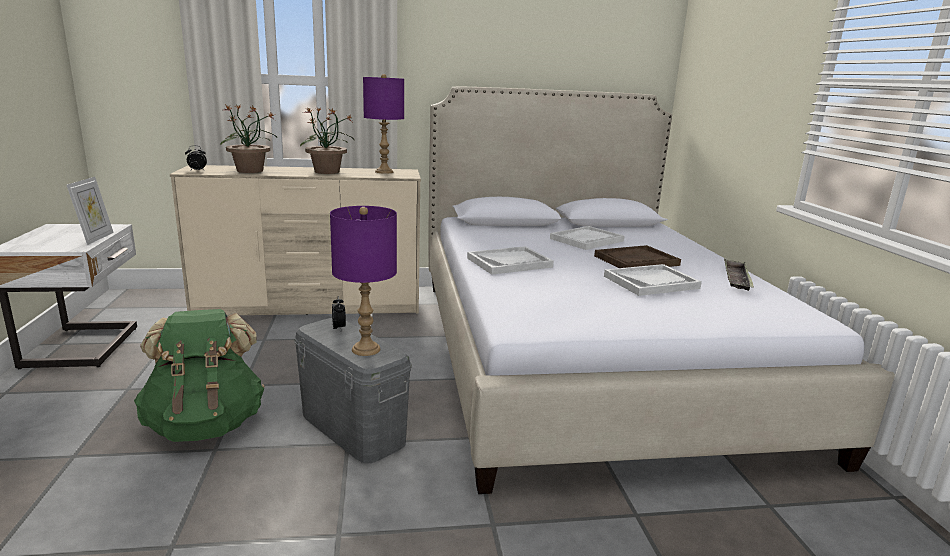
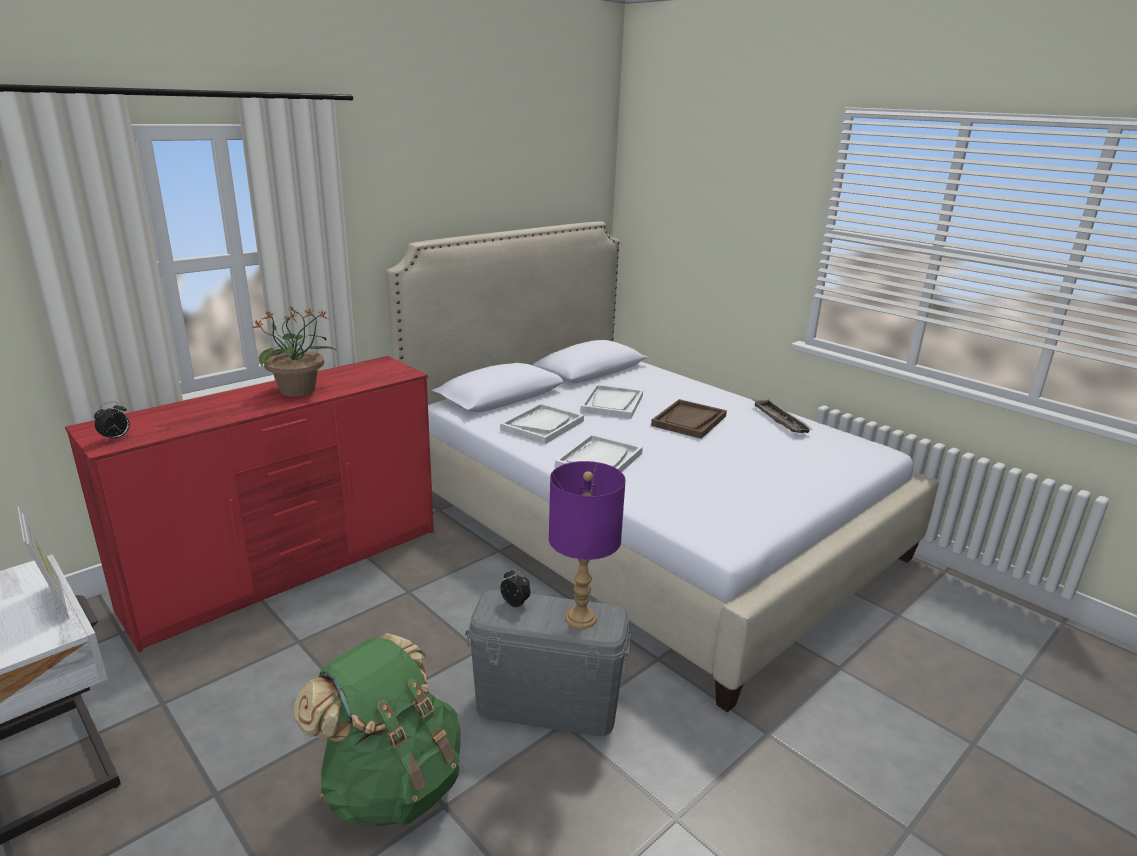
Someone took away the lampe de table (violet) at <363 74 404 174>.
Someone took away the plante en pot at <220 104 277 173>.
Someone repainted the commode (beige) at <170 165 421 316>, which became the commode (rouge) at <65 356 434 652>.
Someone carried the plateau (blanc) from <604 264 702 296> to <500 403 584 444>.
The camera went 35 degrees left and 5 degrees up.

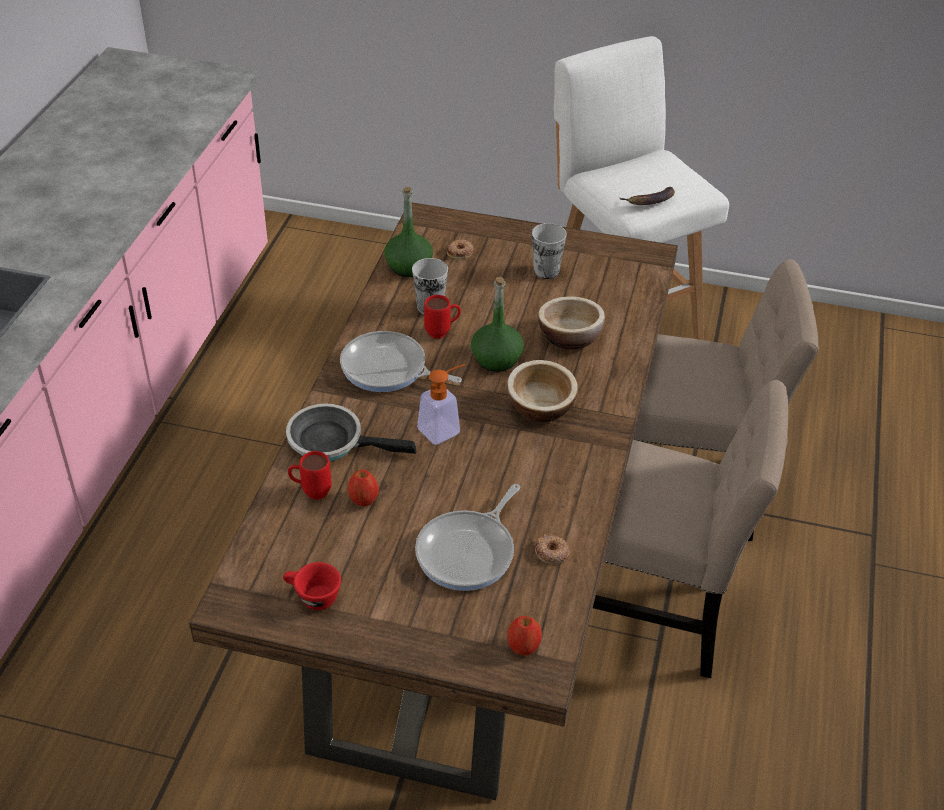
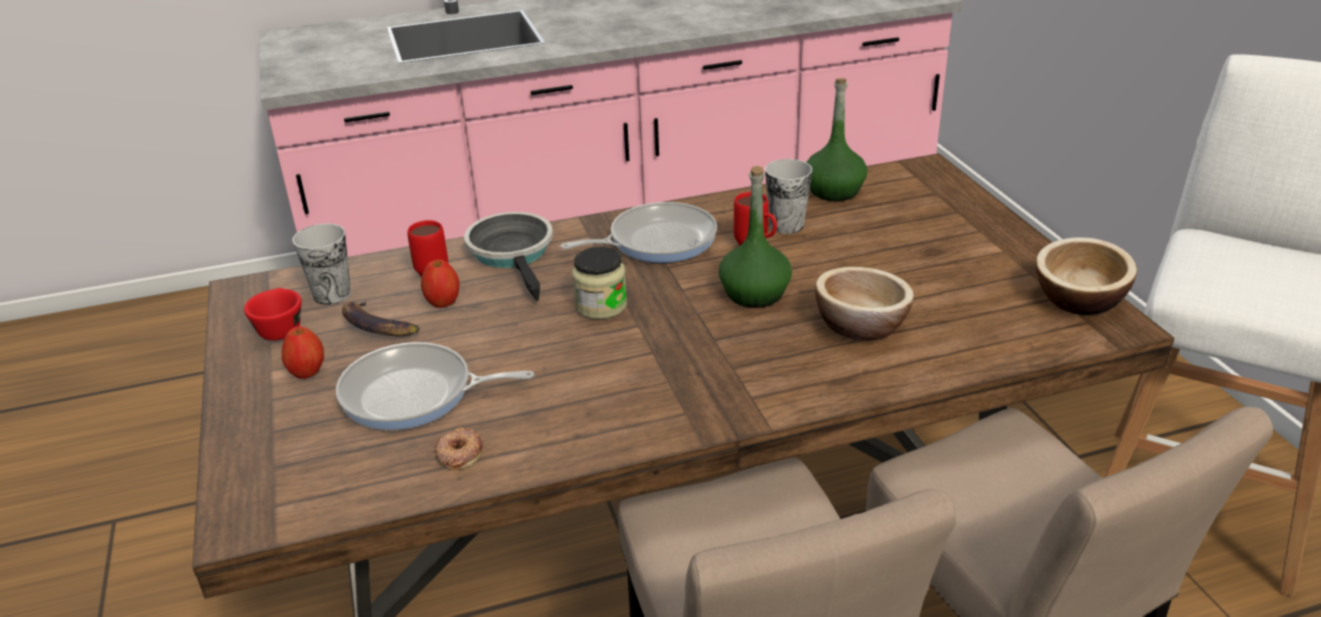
Someone carried the banane from <620 187 675 205> to <342 300 420 337>.
Someone carried the tasse from <532 223 567 279> to <292 224 351 305>.
Someone took away the beignet at <447 240 473 259>.
Someone rotated the poêle at <340 331 462 392> by 75 degrees clockwise.
Someone carried the bol from <507 360 578 422> to <1036 237 1137 315>.
Someone swapped the distributeur de savon at <417 364 466 445> for the bocal at <572 247 627 319>.
Someone carried the pomme from <507 616 542 656> to <282 326 324 379>.
The camera went 60 degrees right and 10 degrees down.

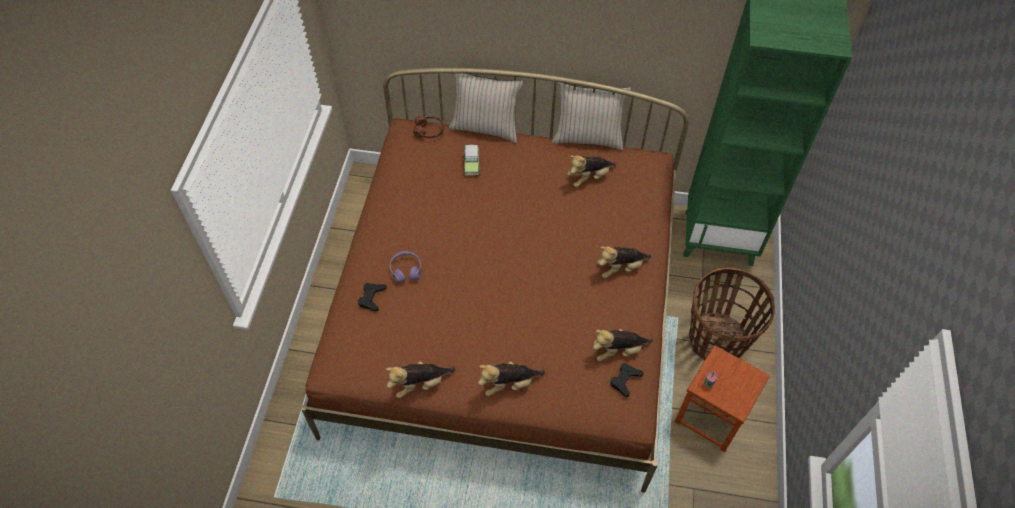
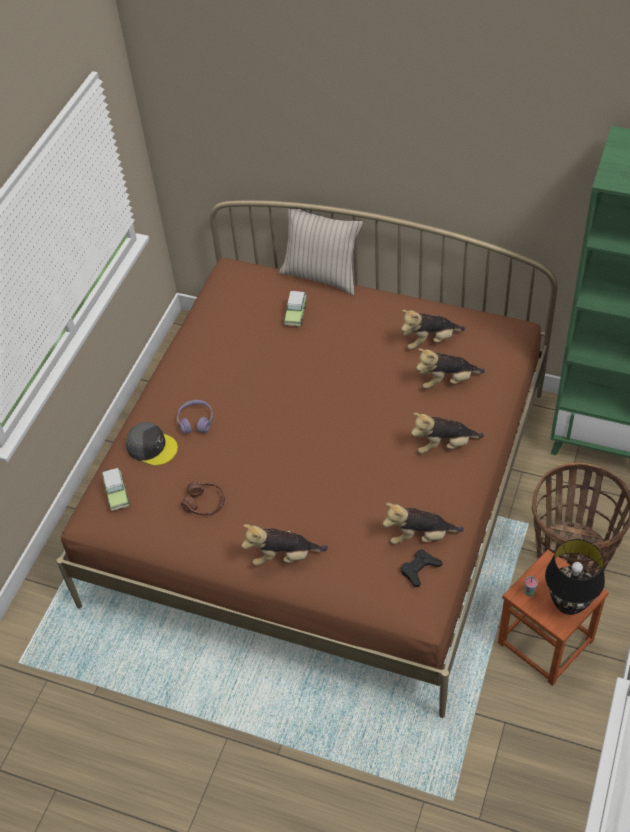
Someone took away the coussin (beige) at <552 82 631 150>.
Someone carried the casque audio (marron) from <413 115 444 138> to <181 481 225 515>.
Someone swapped the manette (noir) at <358 283 387 312> for the casquette (gris) at <126 422 178 465>.
Someone carried the peluche from <386 362 455 398> to <416 348 485 389>.
Someone put down the petite voiture at <102 468 129 511>.
Someone put down the lampe de table (noir) at <545 539 605 615>.
The camera went 15 degrees right and 5 degrees down.

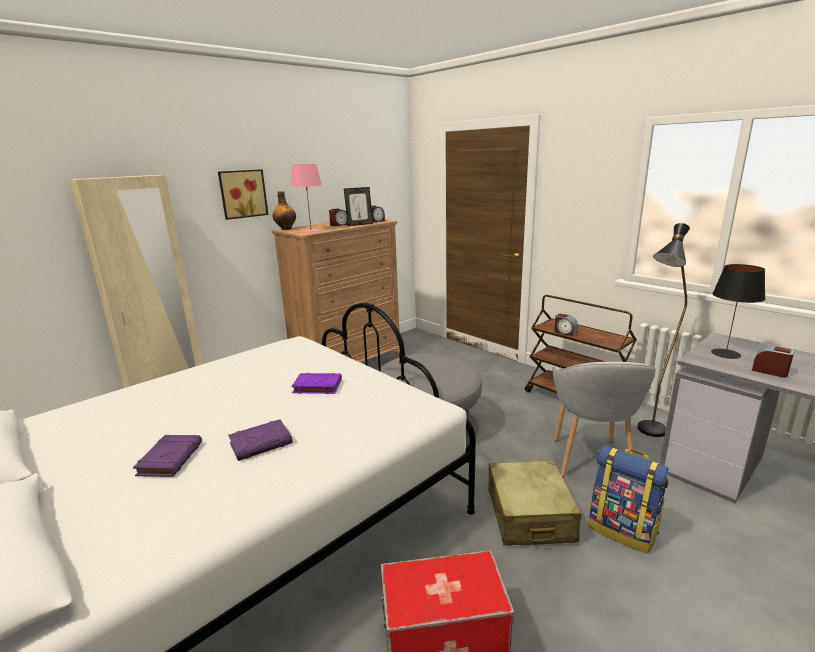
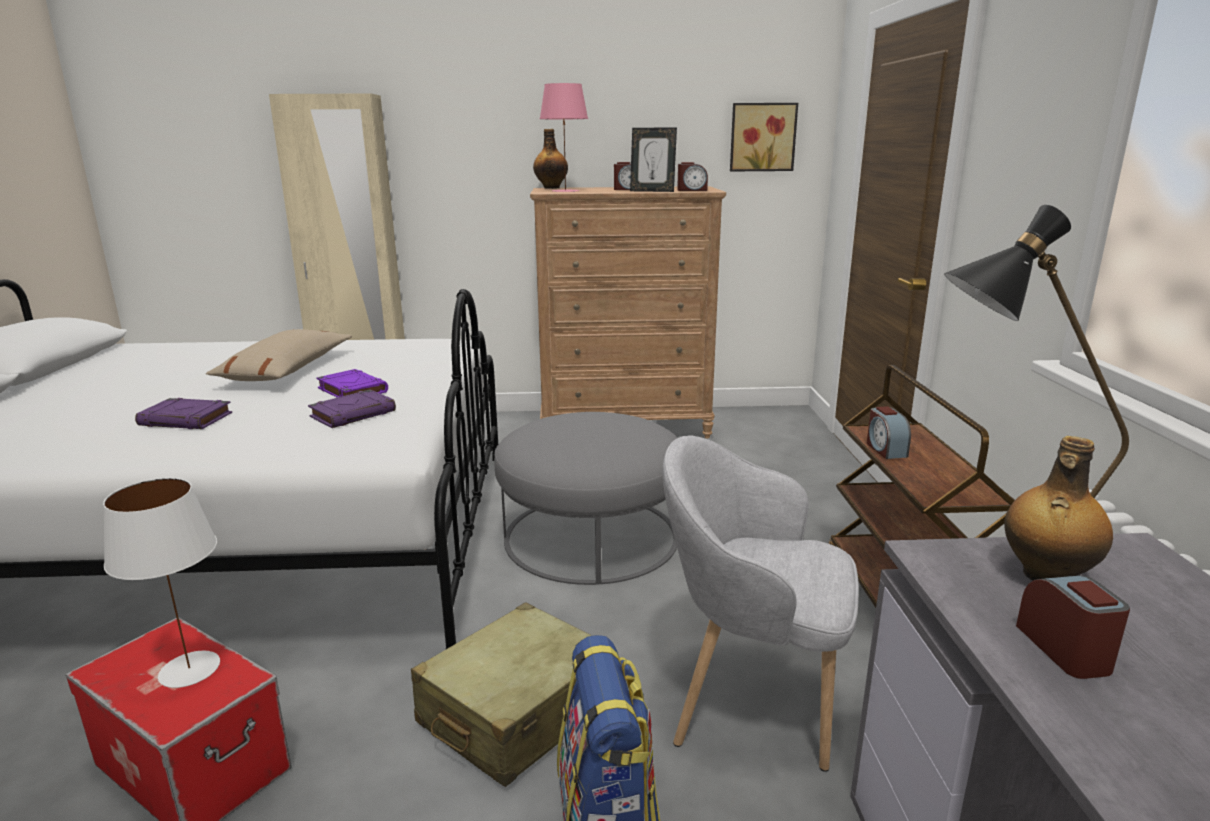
Someone carried the tableau from <218 169 268 220> to <730 103 798 171>.
Someone swapped the lampe de table (noir) at <711 264 765 359> for the bouteille at <1004 436 1113 581>.
Someone rotated the fauteuil (gris) at <552 362 656 477> by 60 degrees clockwise.
Someone carried the livre (violet) from <133 435 202 477> to <308 390 396 428>.
Someone put down the coussin (beige) at <206 329 352 381>.
Someone put down the lampe de table (blanc) at <103 478 220 688>.
The camera went 40 degrees right and 0 degrees up.

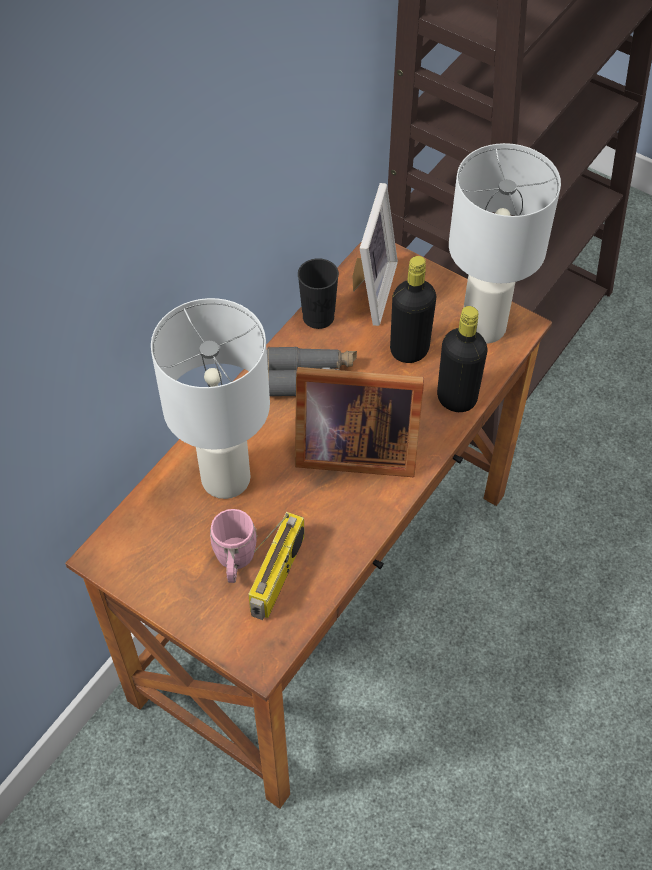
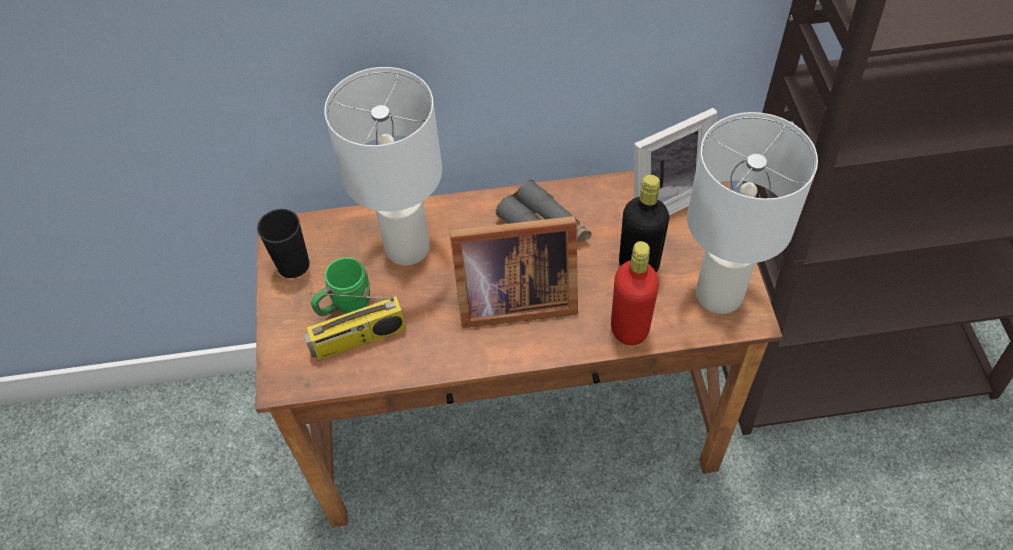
Someone carried the tasse (noir) from <298 258 339 329> to <257 209 310 278>.
Someone repainted the bouteille (noir) at <437 306 487 412>, which became the bouteille (rouge) at <611 241 659 345>.
Someone rotated the cadre photo at <295 367 424 477> by 60 degrees counterclockwise.
Someone repainted the mug (rose) at <210 509 258 583>, which became the mug (vert) at <311 257 370 316>.
The camera went 50 degrees right and 0 degrees up.

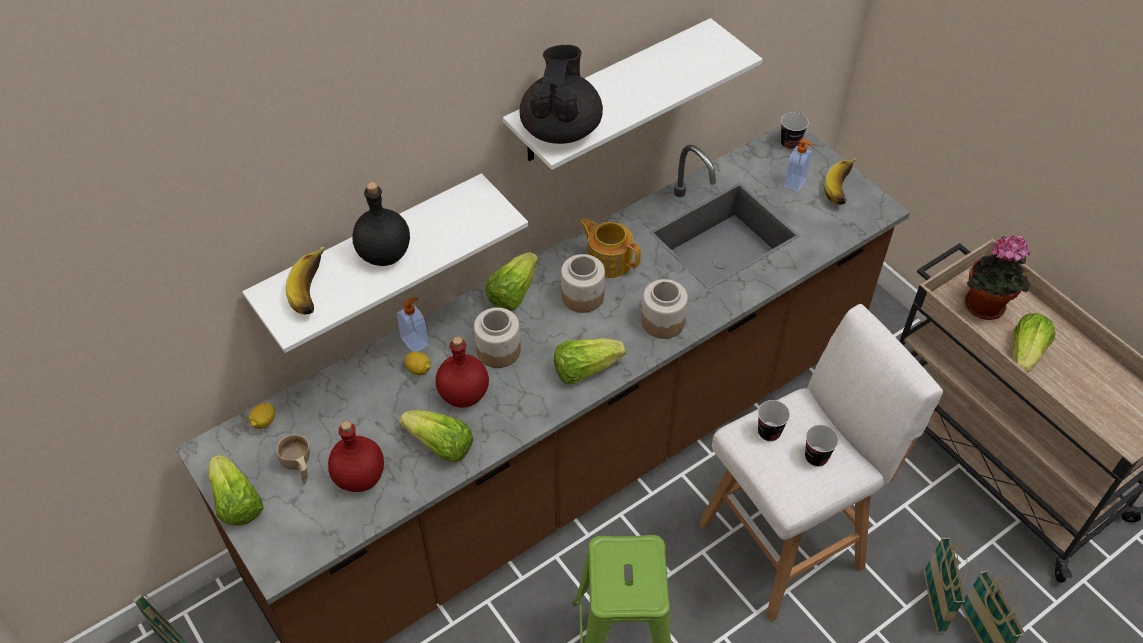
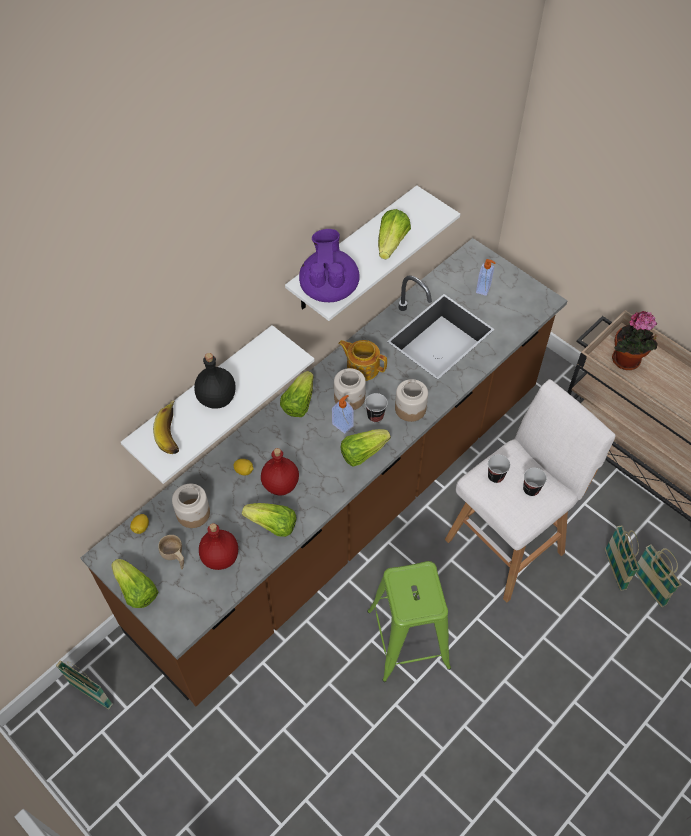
Someone repainted the théière (noir) at <520 45 603 144>, which became the théière (violet) at <299 229 360 302>.
Someone carried the tasse from <781 112 809 150> to <365 393 388 423>.
Someone took away the banane at <824 158 857 205>.
Someone carried the distributeur de savon from <397 297 429 352> to <332 395 354 434>.
Someone carried the bocal from <474 308 521 368> to <172 483 210 528>.
Someone carried the laitue from <1012 314 1055 373> to <378 209 411 259>.
The camera went 10 degrees left and 5 degrees up.

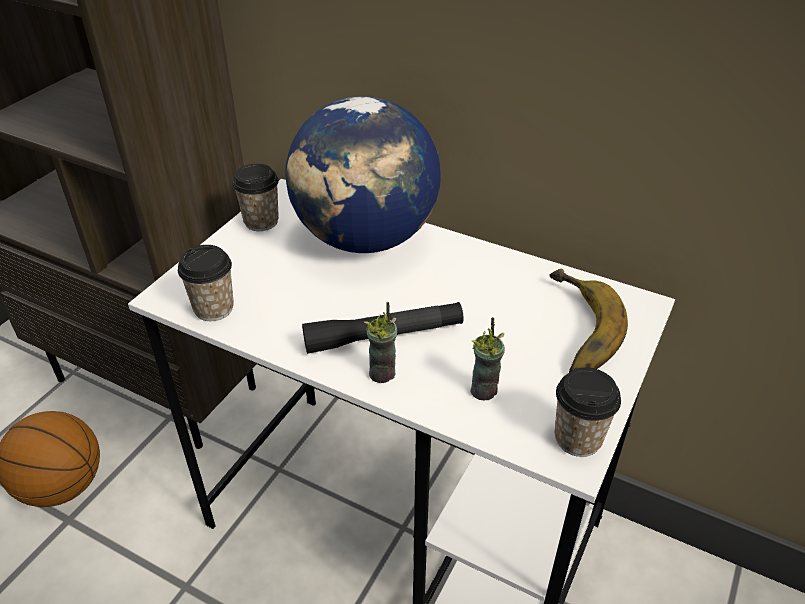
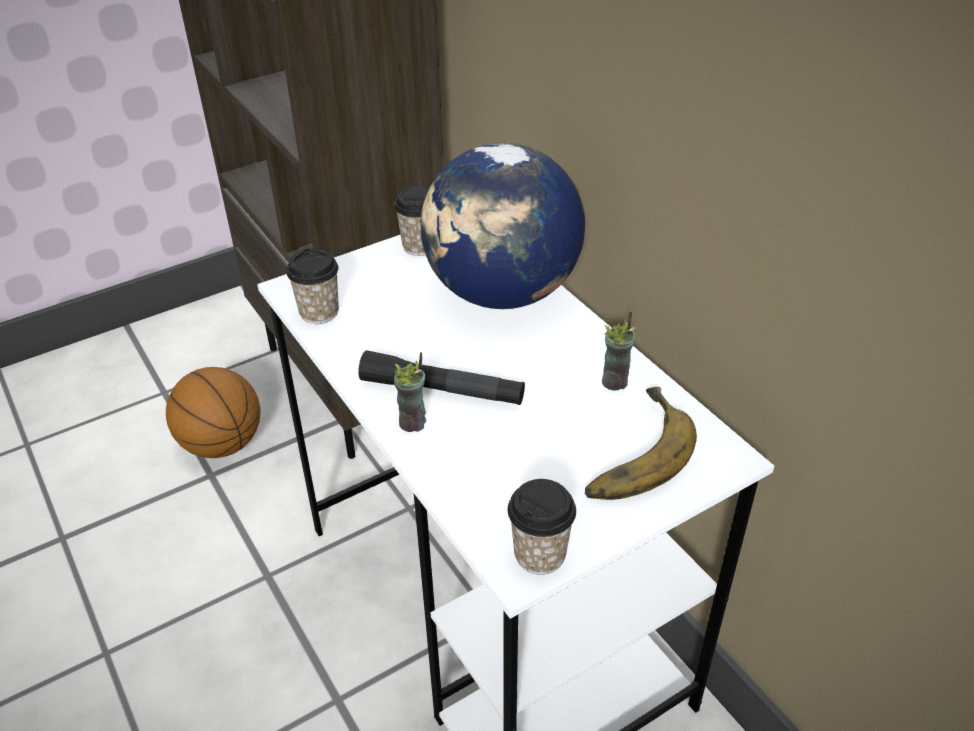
Someone carried the tasse from <471 317 505 401> to <602 311 635 391>.
The camera went 30 degrees right and 0 degrees up.

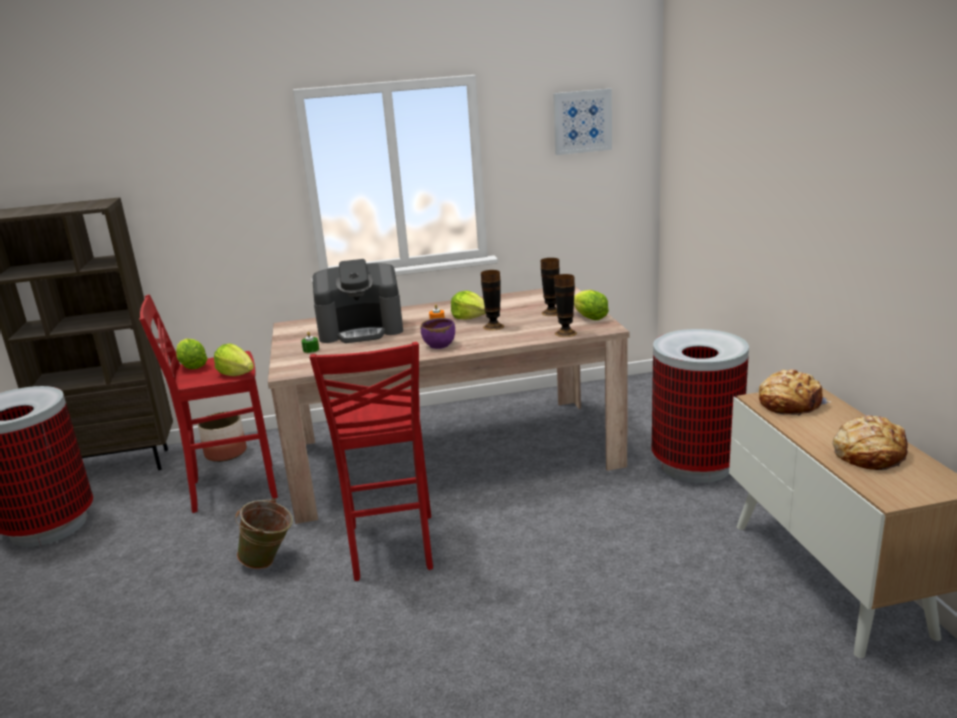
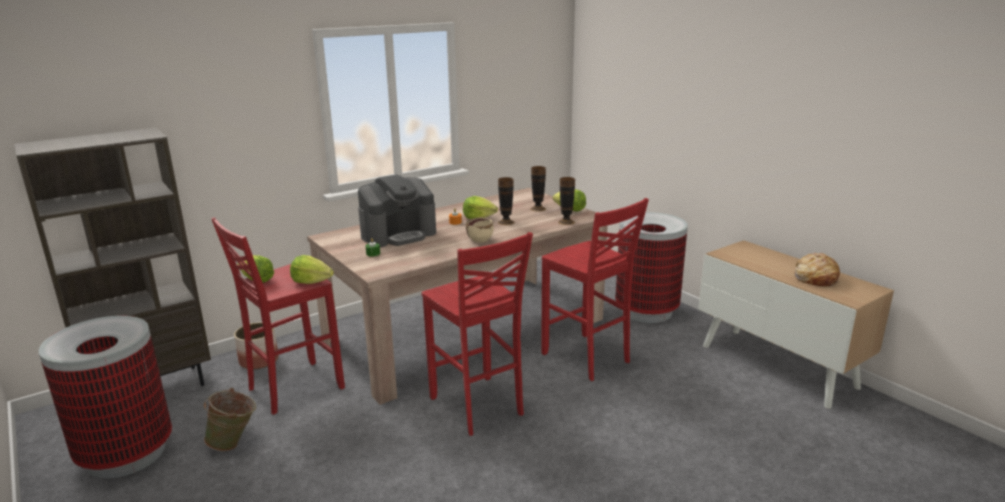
Someone took away the tableau at <553 89 612 155>.
Someone repainted the bol (violet) at <421 318 455 349>, which became the bol (beige) at <466 218 494 243>.
Someone took away the pain at <759 369 832 416>.
Someone carried the seau (vert) from <235 498 293 569> to <204 388 256 451>.
Someone put down the tabouret (rouge) at <541 198 649 381>.
The camera went 25 degrees left and 0 degrees up.

